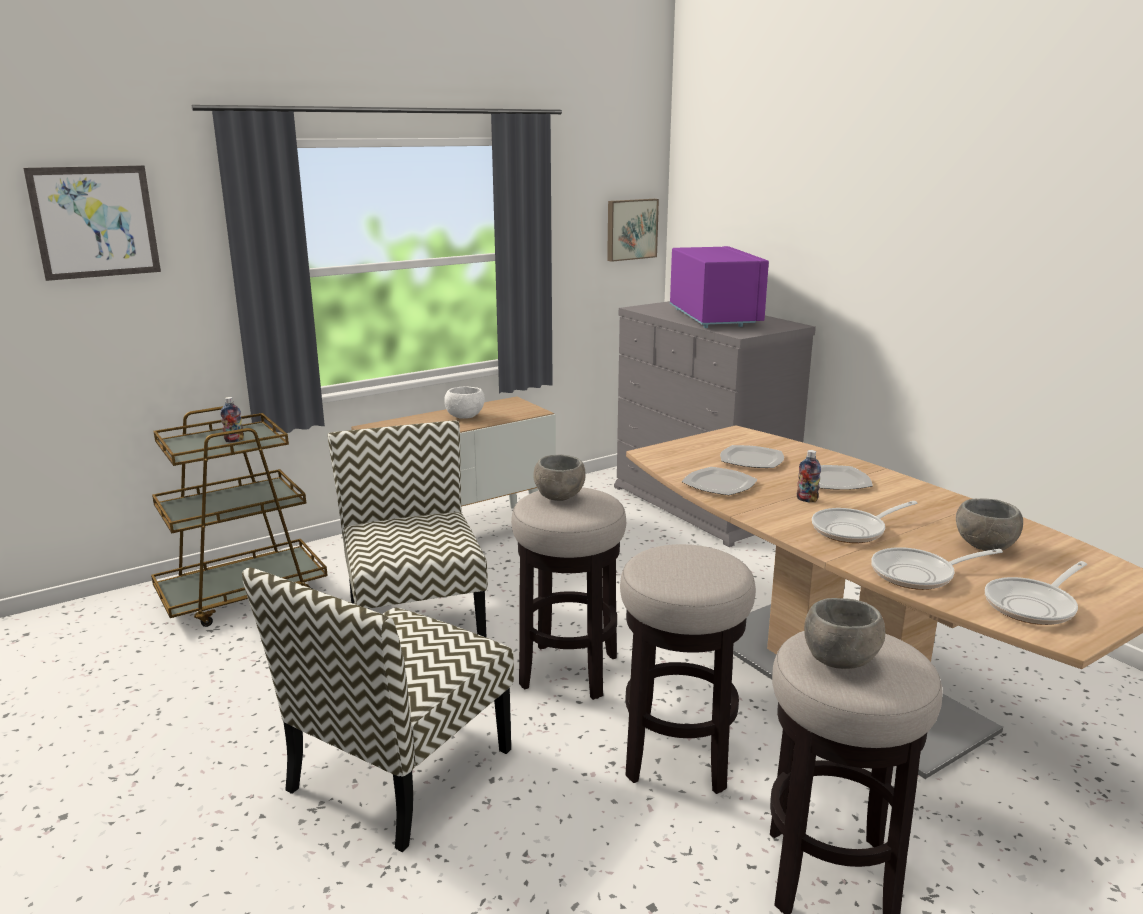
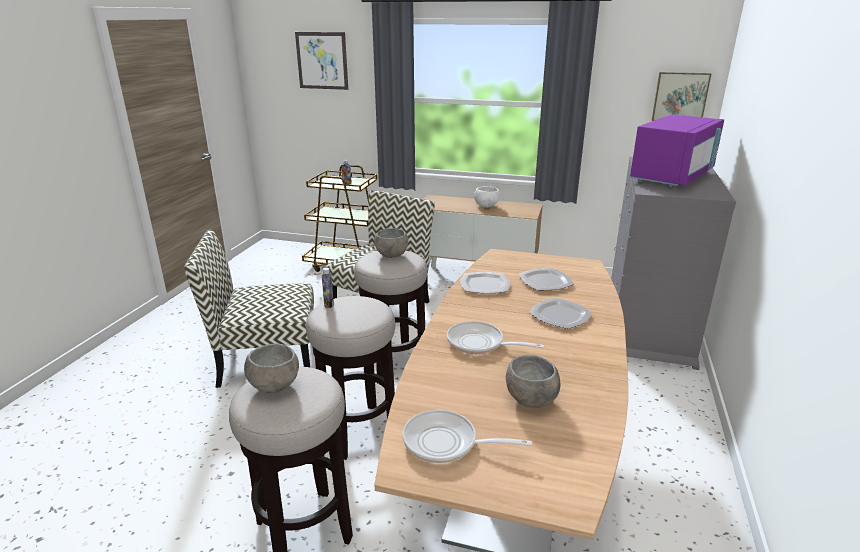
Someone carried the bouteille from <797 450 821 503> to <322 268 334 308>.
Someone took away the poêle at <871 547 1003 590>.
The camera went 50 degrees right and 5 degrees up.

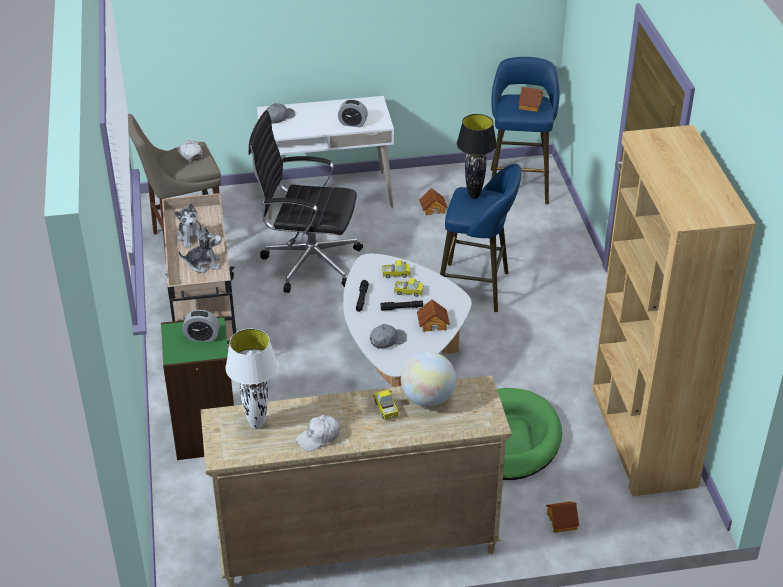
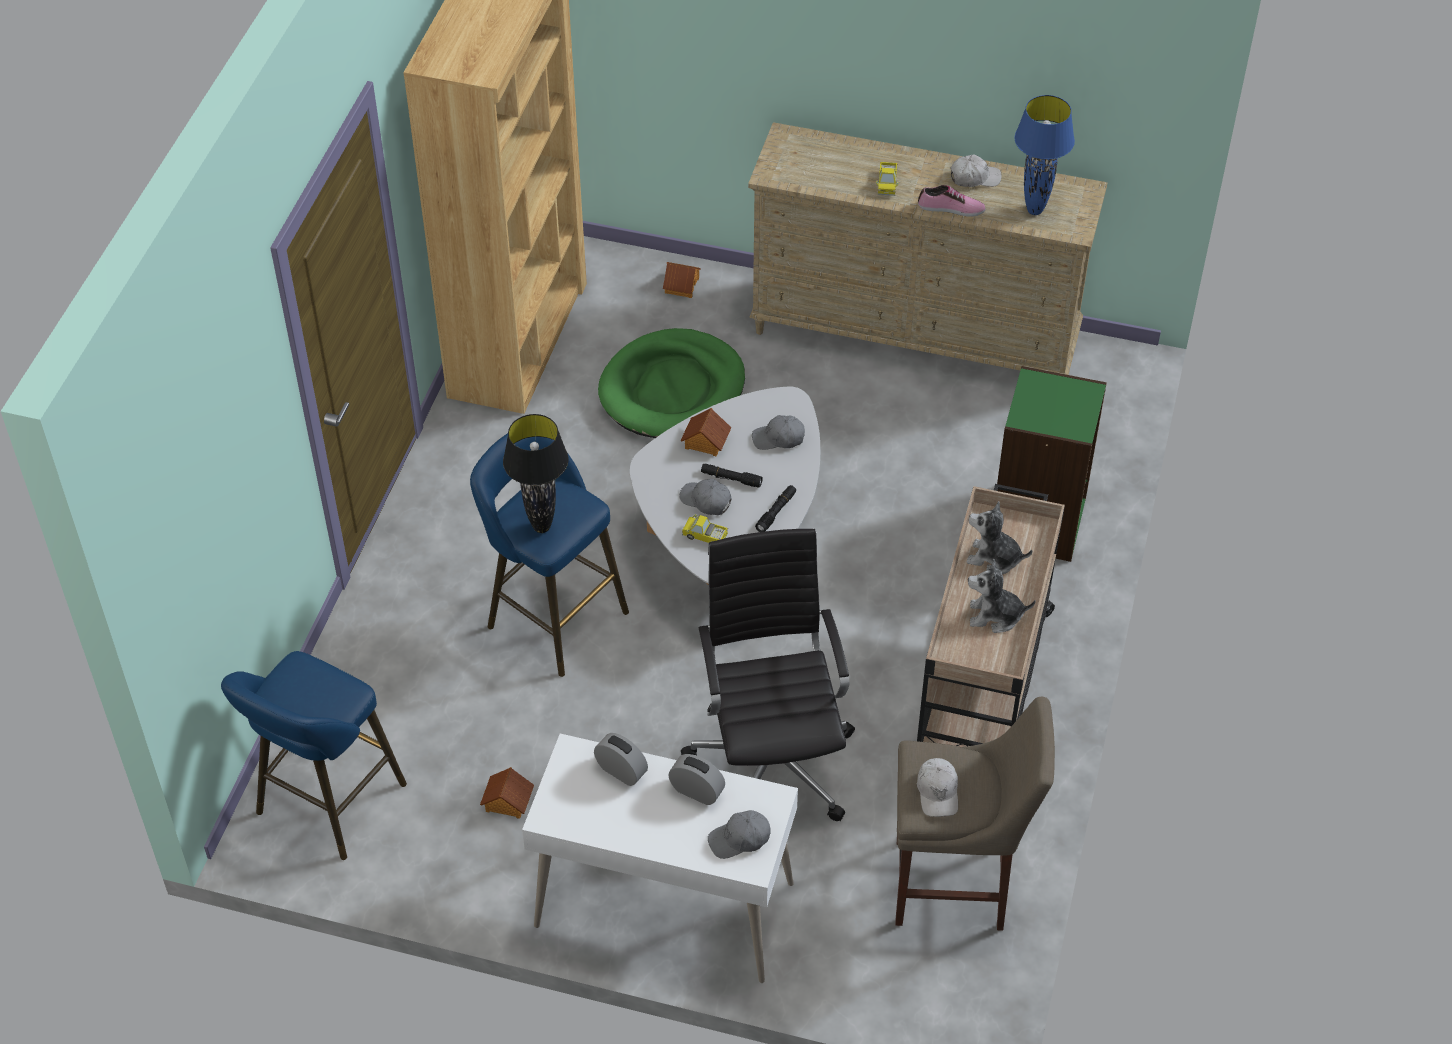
Someone took away the maison miniature at <518 87 543 112>.
Someone rotated the chaise de bureau (noir) at <248 110 363 293> by 135 degrees counterclockwise.
Someone rotated the peluche at <175 203 203 248> by 90 degrees counterclockwise.
Someone swapped the camion jouet at <394 278 424 297> for the casquette (gris) at <679 479 732 515>.
Someone carried the réveil from <182 310 220 342> to <668 754 725 805>.
Someone repainted the lampe de table (blanc) at <226 329 278 429>, which became the lampe de table (bleu) at <1014 95 1075 215>.
Someone took away the globe at <401 351 456 407>.
Someone put down the chaussure at <918 185 985 217>.
The camera went 155 degrees left and 10 degrees up.

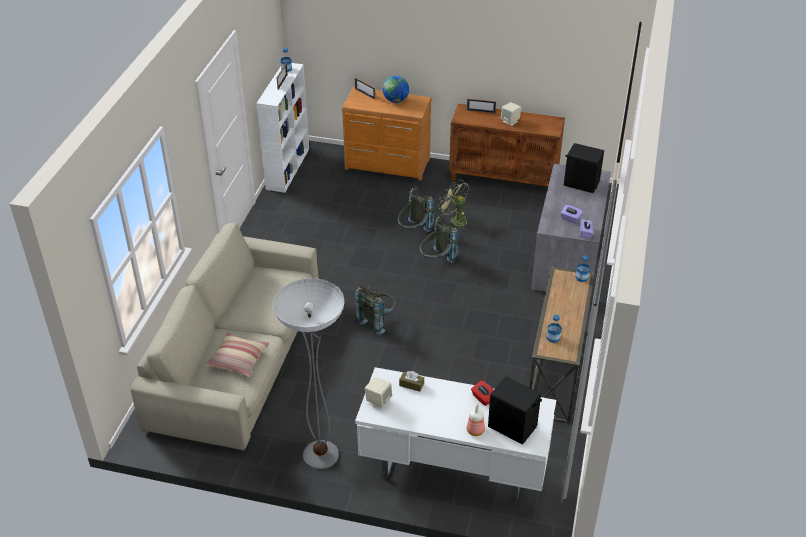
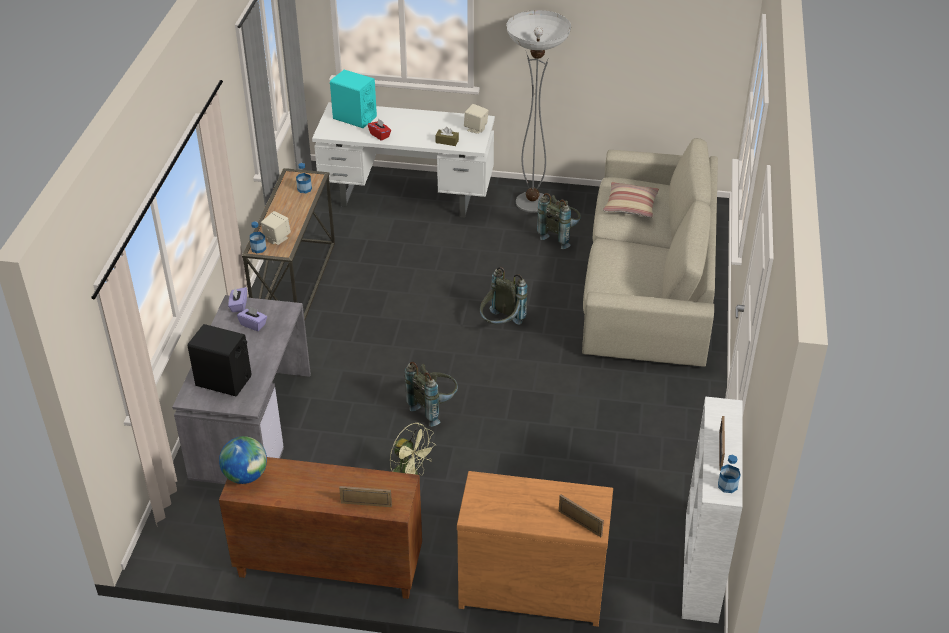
Someone carried the globe from <383 76 409 103> to <219 436 267 484>.
Someone carried the enceinte (beige) from <501 102 521 126> to <261 211 291 245>.
Someone carried the sac à dos (gris) from <398 186 434 232> to <537 193 581 249>.
Someone repainted the enceinte (noir) at <488 376 542 445>, which became the enceinte (turquoise) at <329 70 377 128>.
Someone took away the bouteille at <467 405 485 436>.
The camera went 175 degrees right and 0 degrees up.

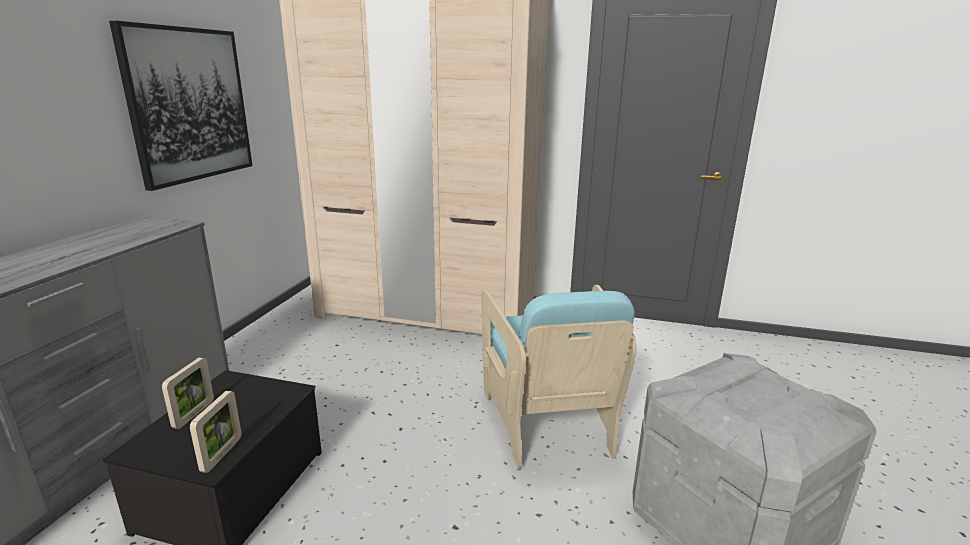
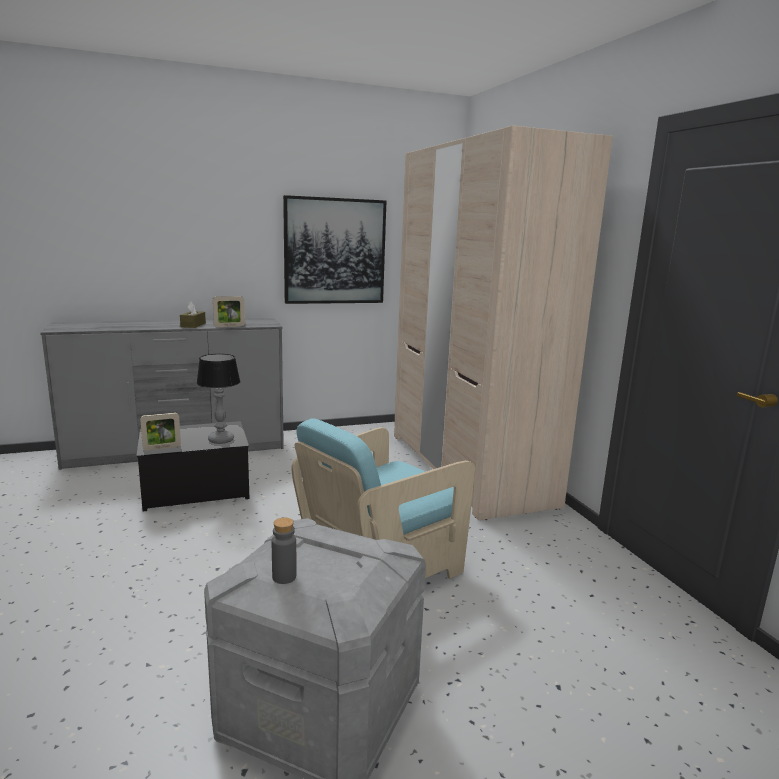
Someone carried the cadre photo from <162 357 214 429> to <213 296 245 327>.
Someone put down the boîte à mouchoirs (marron) at <180 302 206 328>.
Someone put down the lampe de table at <196 354 240 444>.
Someone put down the bouteille (gris) at <272 518 296 584>.
The camera went 55 degrees right and 5 degrees down.

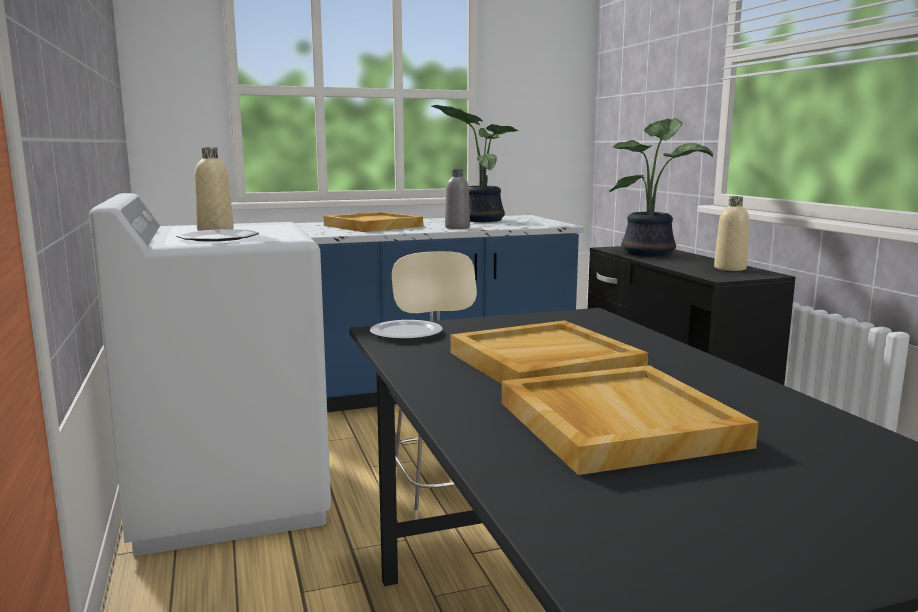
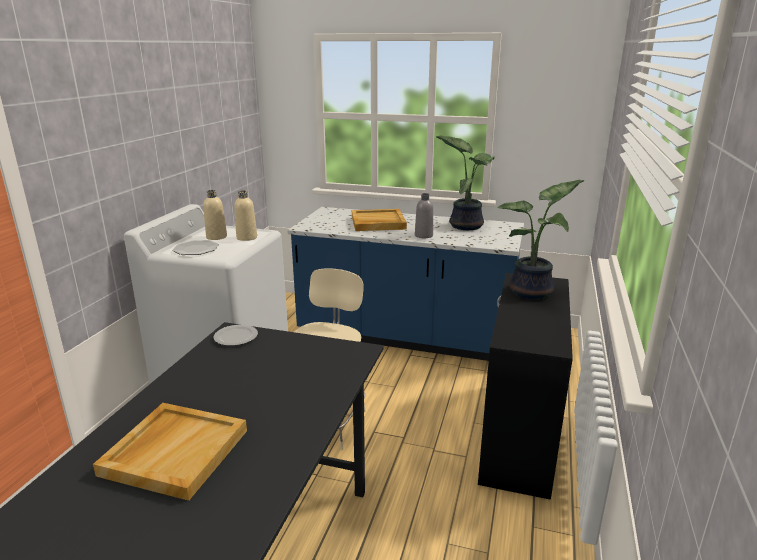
Someone carried the bouteille (beige) from <714 196 749 271> to <234 190 257 241>.
Someone took away the plateau (beige) at <450 320 648 384>.
The camera went 35 degrees right and 10 degrees up.

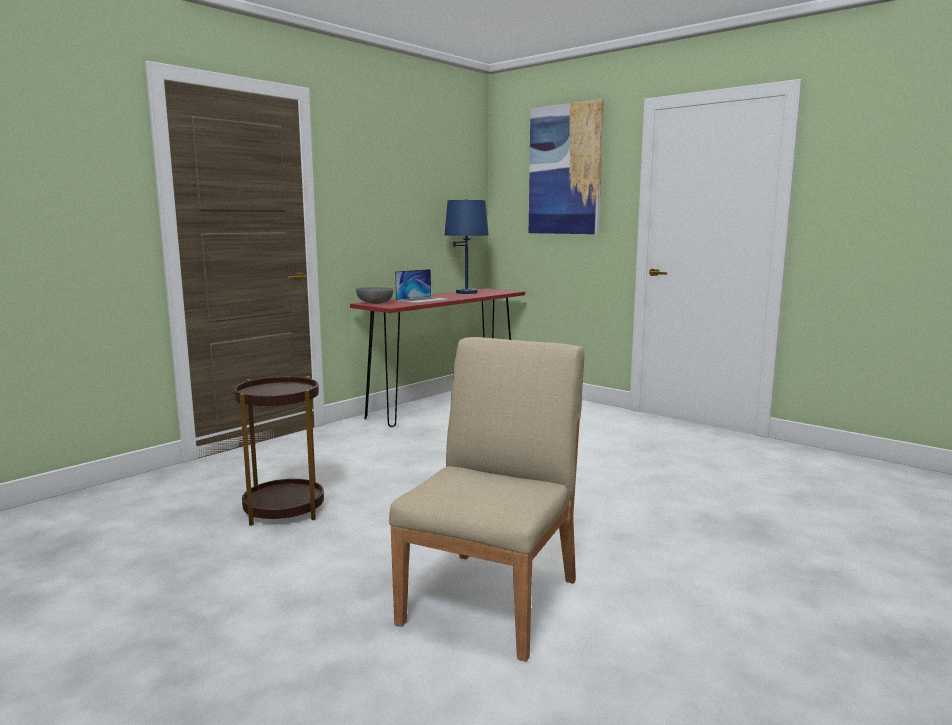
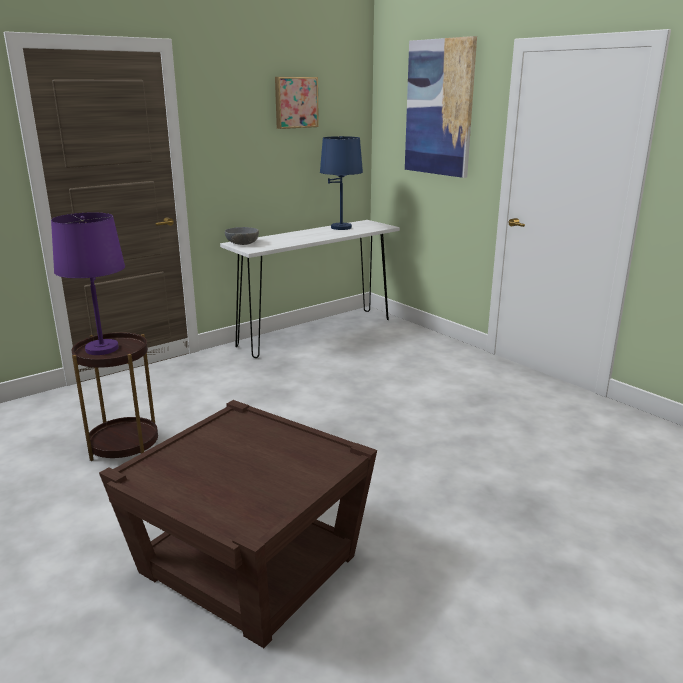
Someone took away the ordinateur portable at <395 269 450 303>.
Someone repainted the table console (rouge) at <350 288 525 427>, which became the table console (blanc) at <220 220 400 358>.
Someone swapped the chaise (beige) at <389 337 584 662> for the table d'appoint (marron) at <99 400 377 648>.
Someone put up the tableau at <275 77 319 129>.
Someone put down the lampe de table (violet) at <51 212 125 355>.
The camera went 10 degrees right and 10 degrees up.

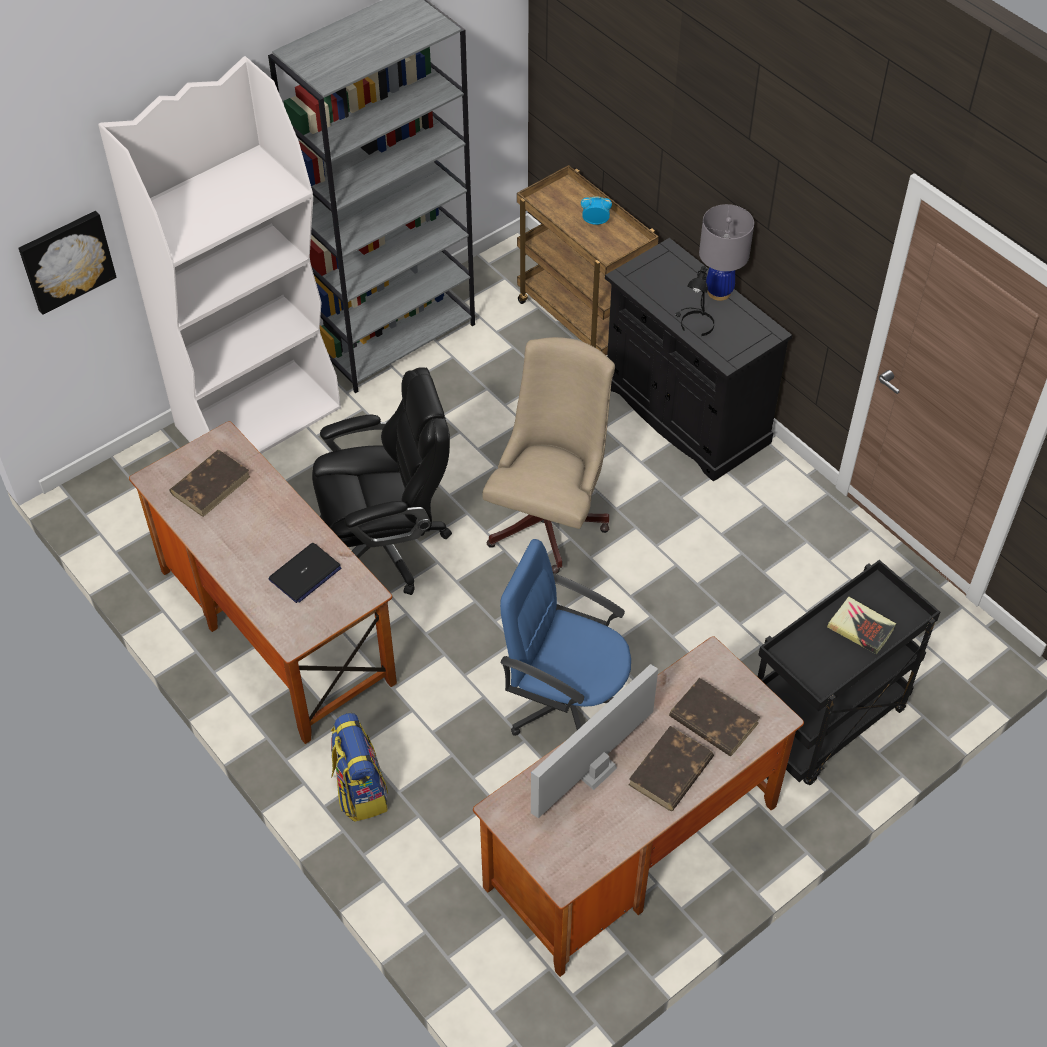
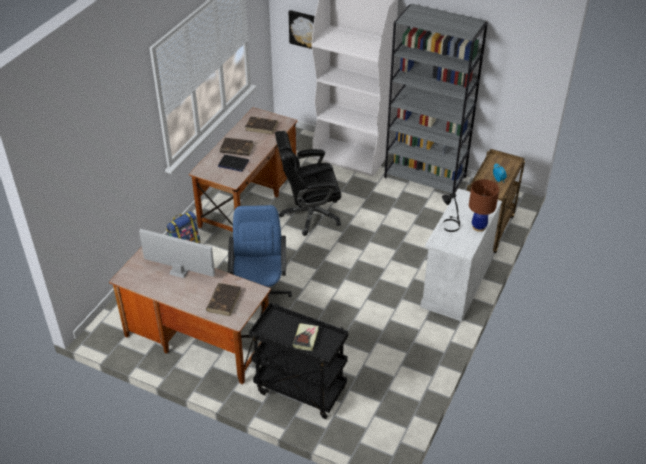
Someone repainted the lampe de table (gris) at <699 204 754 301>, which became the lampe de table (marron) at <469 179 499 232>.
Someone repainted the meuble de rangement (noir) at <605 238 792 481>, which became the meuble de rangement (blanc) at <420 188 502 322>.
Someone took away the chaise de bureau (beige) at <482 337 615 574>.
Someone rotated the chaise de bureau (noir) at <312 367 452 595> by 120 degrees clockwise.
Someone carried the livre (marron) from <628 726 714 811> to <220 138 254 156>.
The camera went 65 degrees right and 10 degrees down.

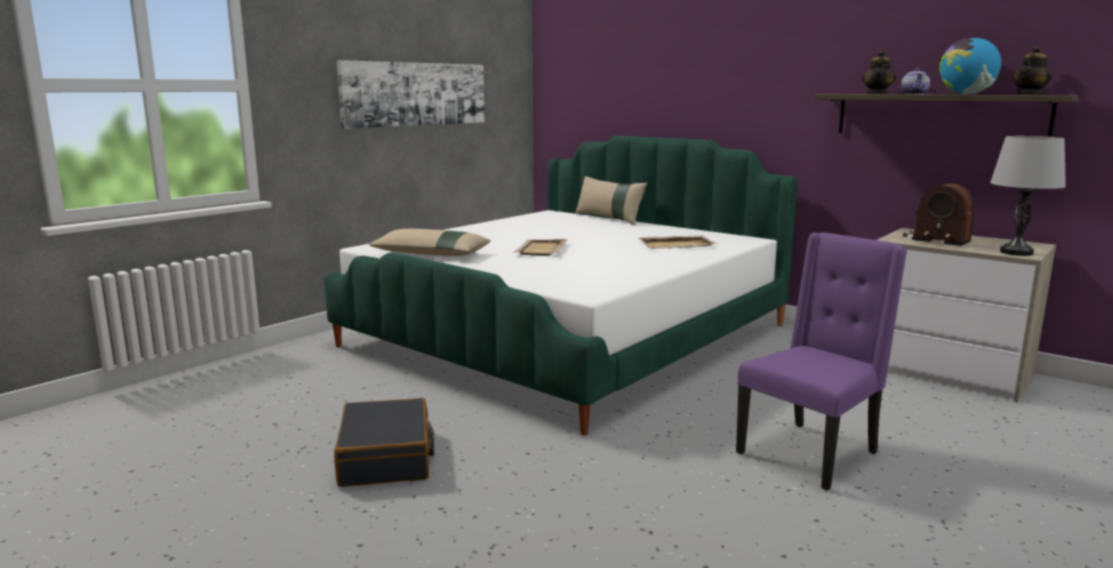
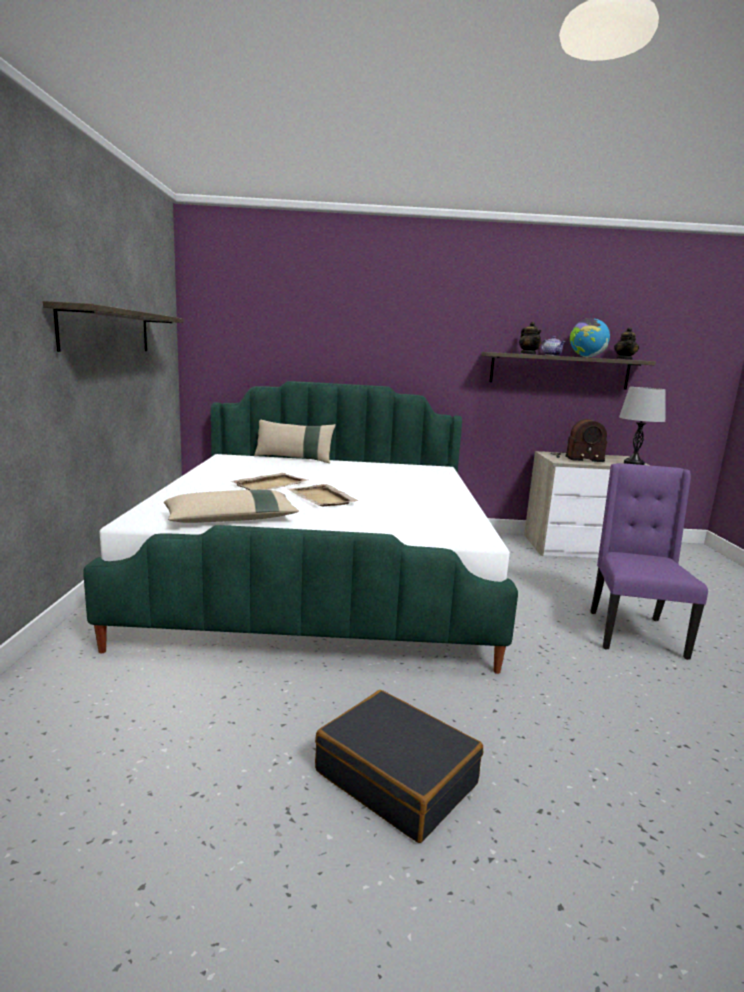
Someone swapped the tableau at <337 60 485 129> for the étagère at <43 301 184 352>.
Someone carried the plateau (beige) from <638 235 717 249> to <231 473 308 490>.
The camera went 40 degrees left and 0 degrees up.

